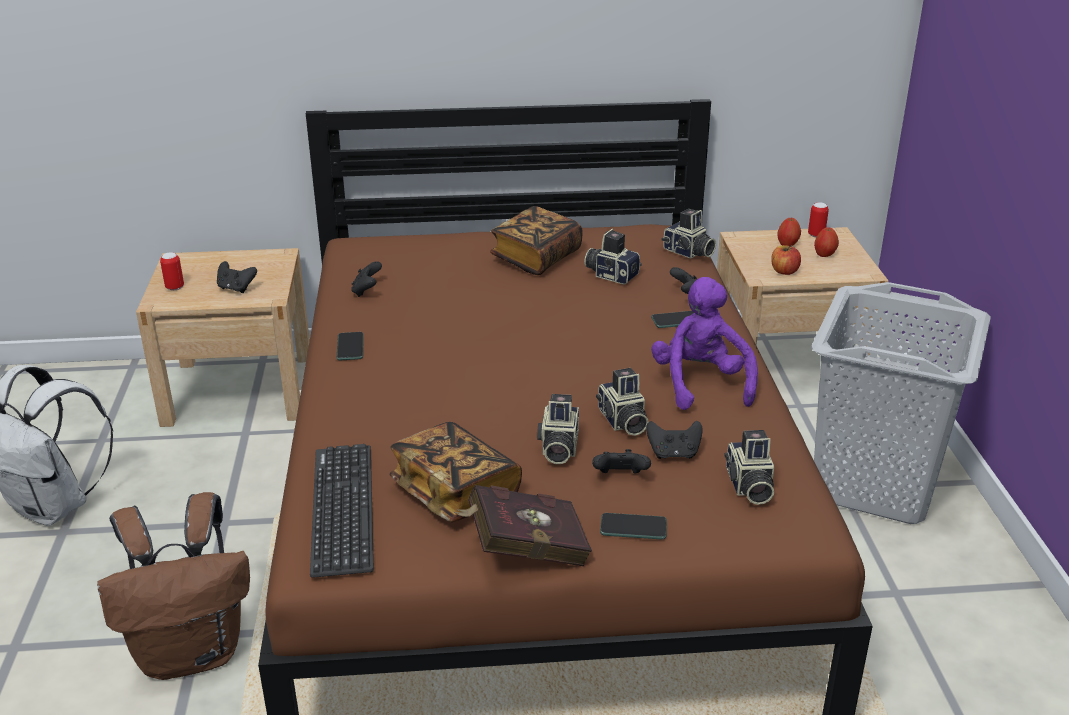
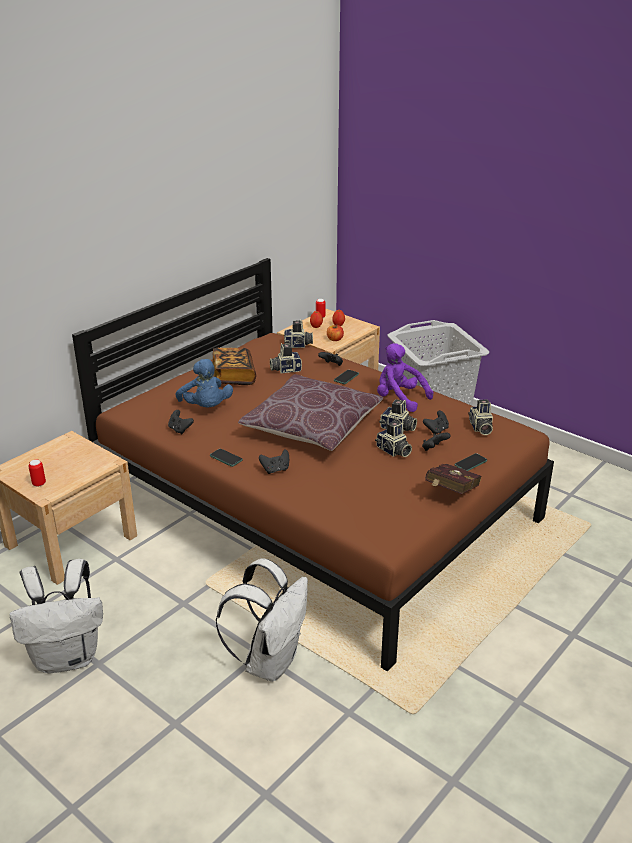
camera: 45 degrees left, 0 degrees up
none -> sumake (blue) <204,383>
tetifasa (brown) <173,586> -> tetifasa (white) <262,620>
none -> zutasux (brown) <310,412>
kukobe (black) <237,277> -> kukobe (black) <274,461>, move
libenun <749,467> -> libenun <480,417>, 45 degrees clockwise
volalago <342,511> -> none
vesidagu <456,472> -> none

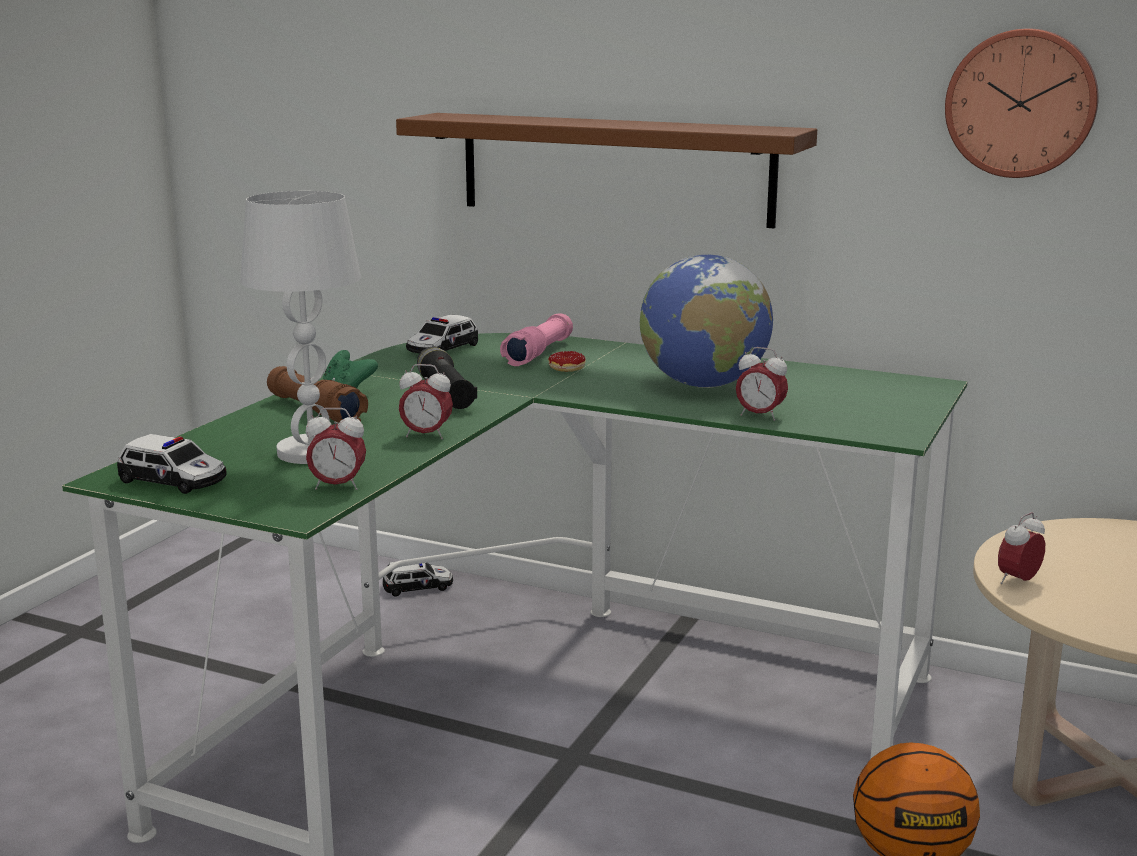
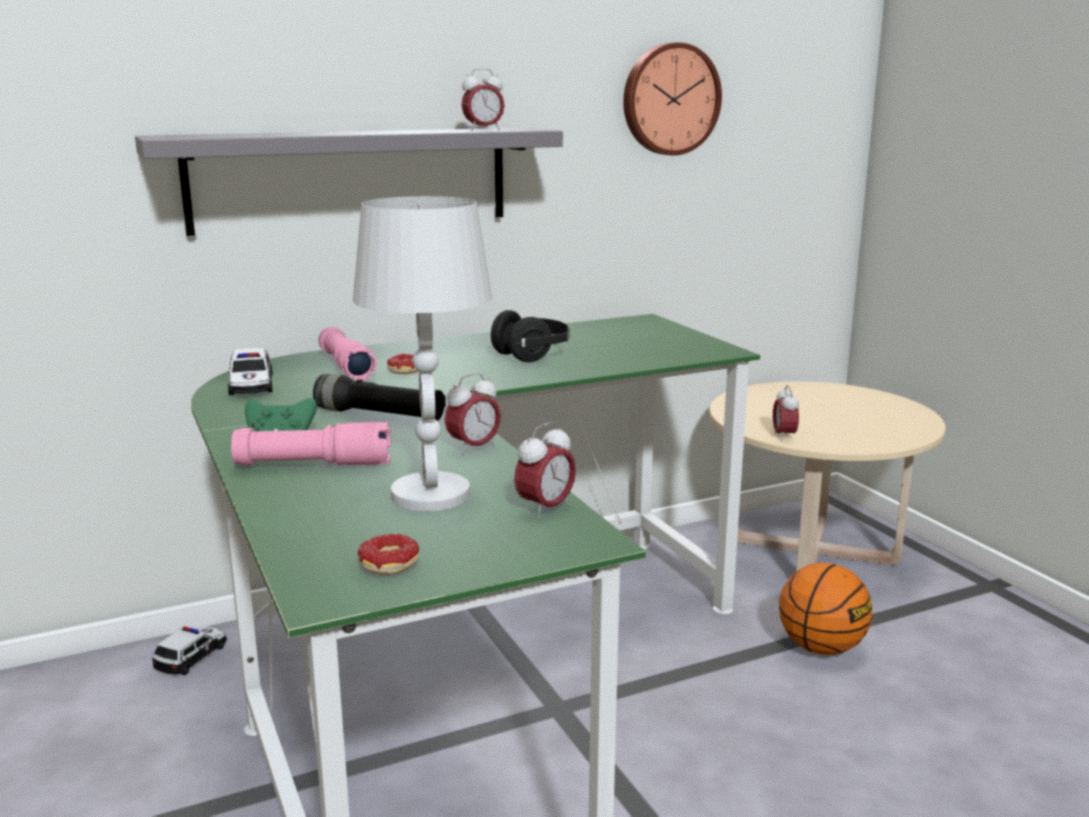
camera: 50 degrees left, 0 degrees up
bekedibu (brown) <606,171> -> bekedibu (grey) <349,182>
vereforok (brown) <317,394> -> vereforok (pink) <311,443>
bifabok <171,464> -> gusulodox <388,554>
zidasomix <762,384> -> zidasomix <483,100>, move
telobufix <706,321> -> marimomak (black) <530,336>

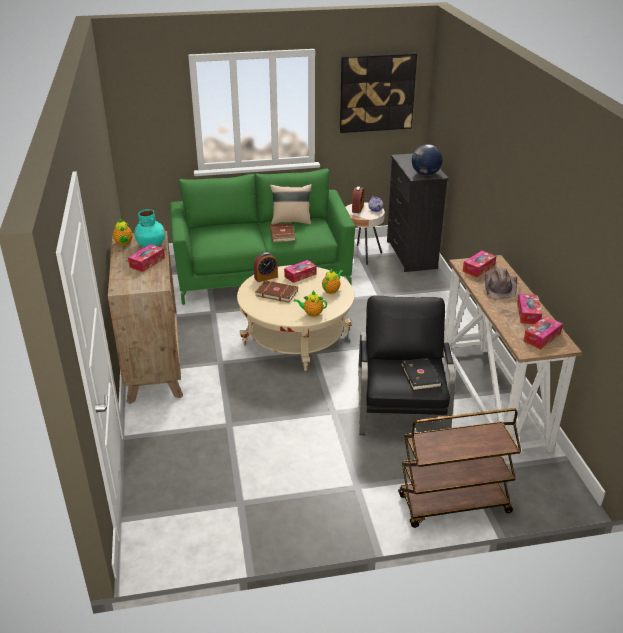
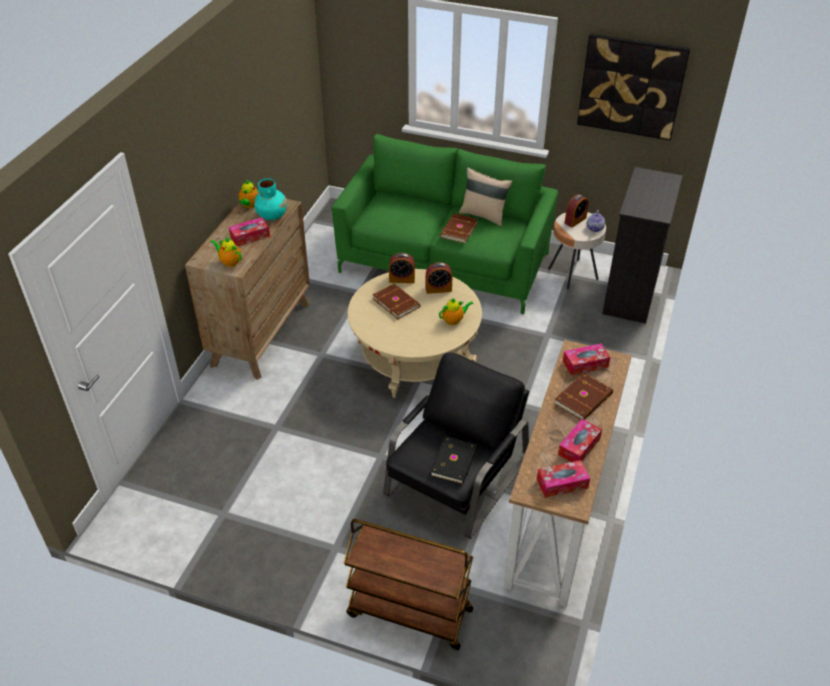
camera: 30 degrees right, 10 degrees up
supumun <310,304> -> supumun <226,252>, move
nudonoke <300,271> -> zidasomix <439,278>
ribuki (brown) <501,283> -> vesidagu (brown) <583,396>
telobufix <427,160> -> none

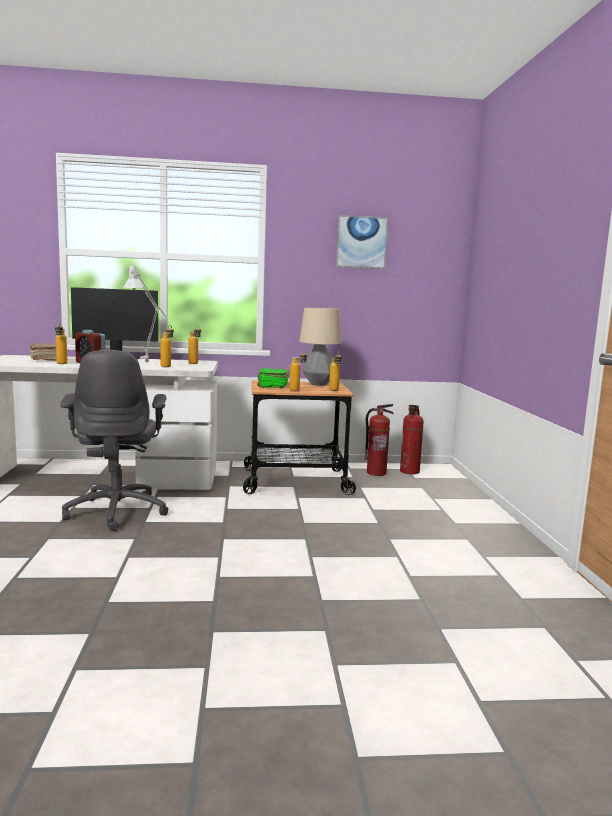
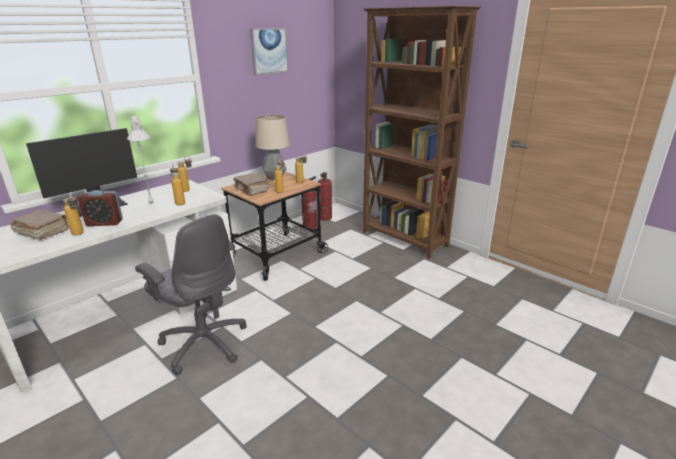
camera: 40 degrees left, 15 degrees up
vesidagu (green) <273,378> -> vesidagu (brown) <251,184>
none -> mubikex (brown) <422,132>

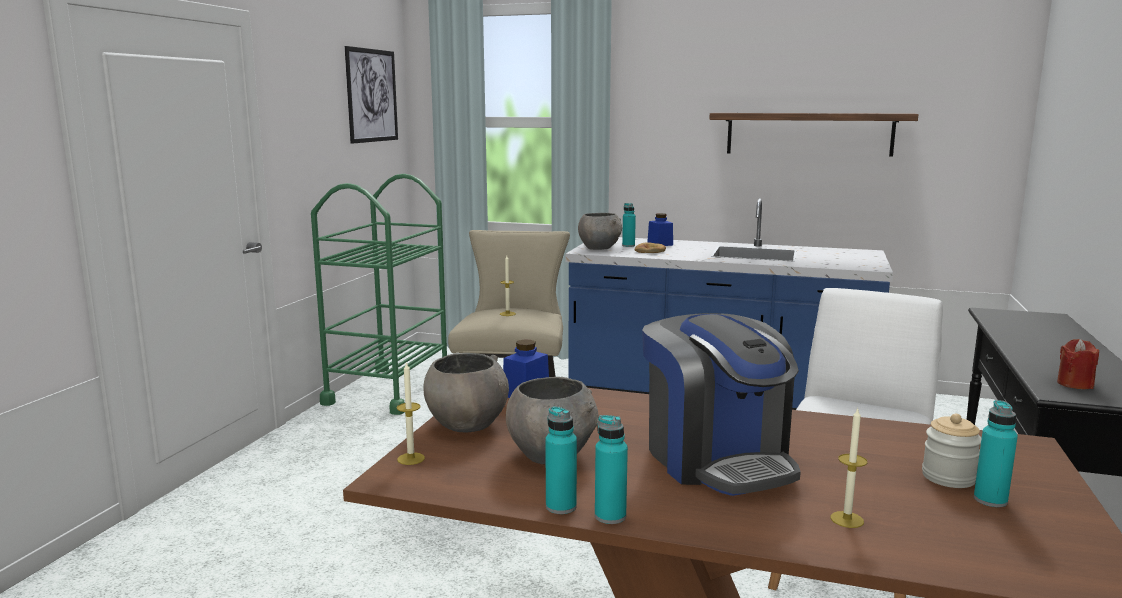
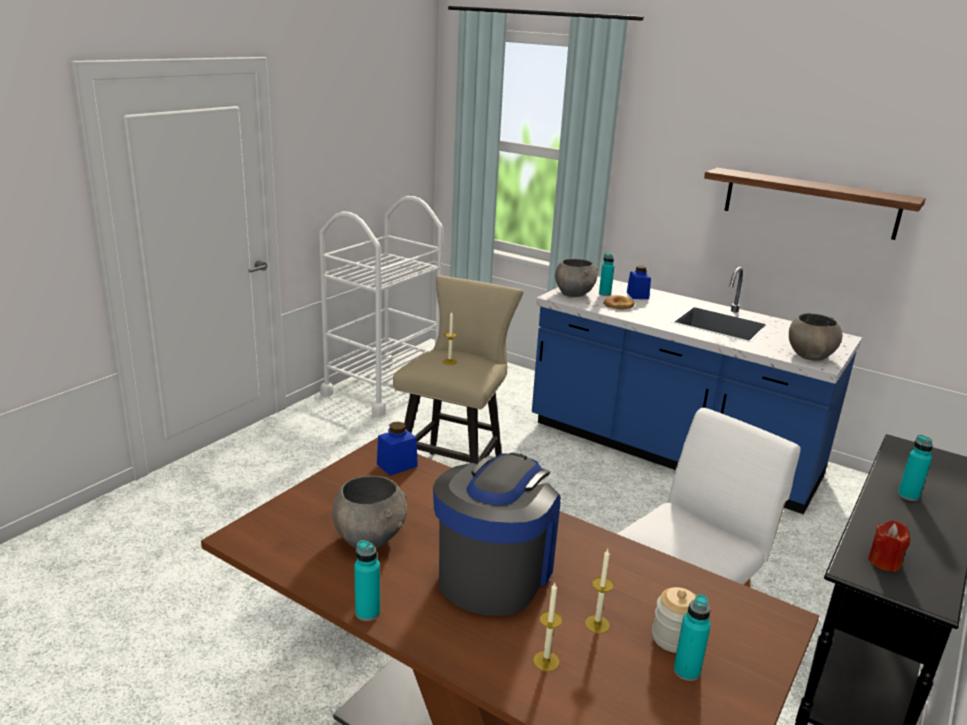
camera: 15 degrees right, 10 degrees up
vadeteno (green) <379,294> -> vadeteno (white) <381,306>
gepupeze <721,404> -> gepupeze <497,534>, 150 degrees counterclockwise
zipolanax <411,413> -> zipolanax <599,591>, move
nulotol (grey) <466,392> -> nulotol (grey) <815,337>, move
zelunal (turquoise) <561,460> -> zelunal (turquoise) <915,468>, move
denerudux <371,95> -> none

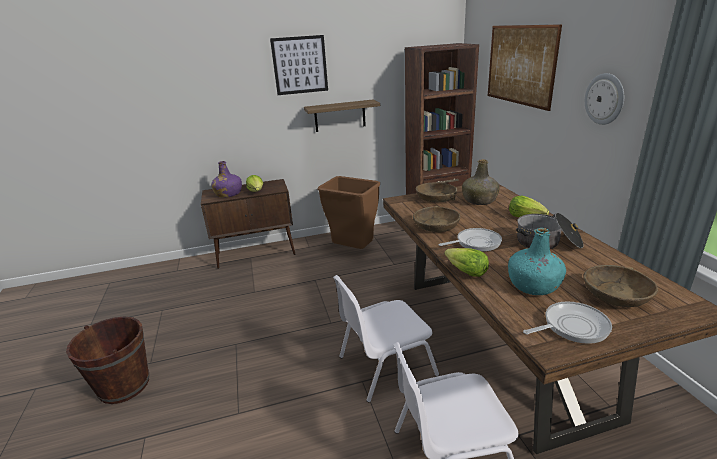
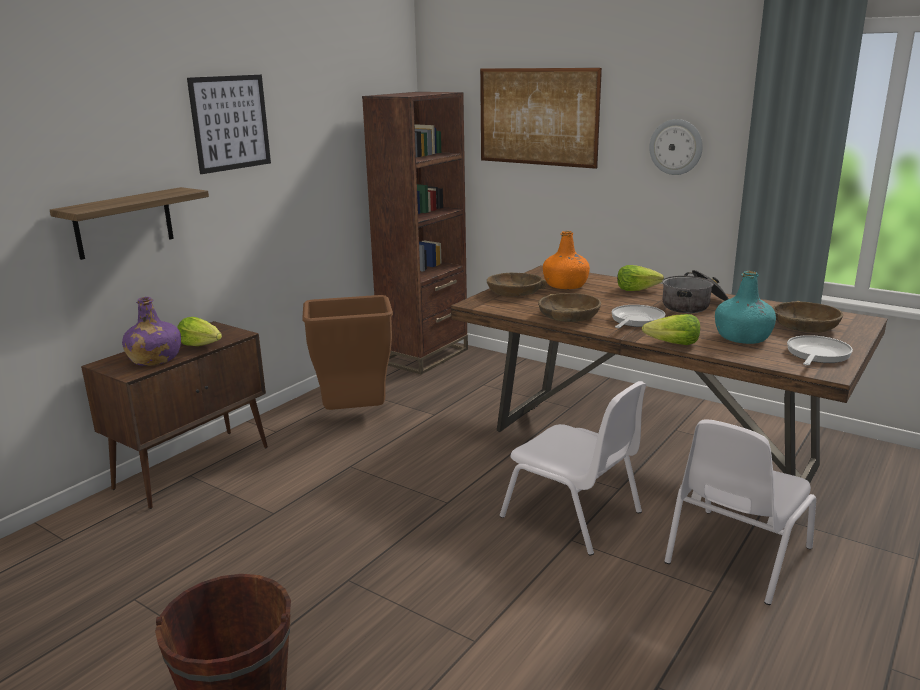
camera: 40 degrees left, 5 degrees down
bekedibu <342,116> -> bekedibu <129,223>, move
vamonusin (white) <386,338> -> vamonusin (white) <573,468>, 75 degrees counterclockwise
zelunal (green) <481,182> -> zelunal (orange) <566,260>

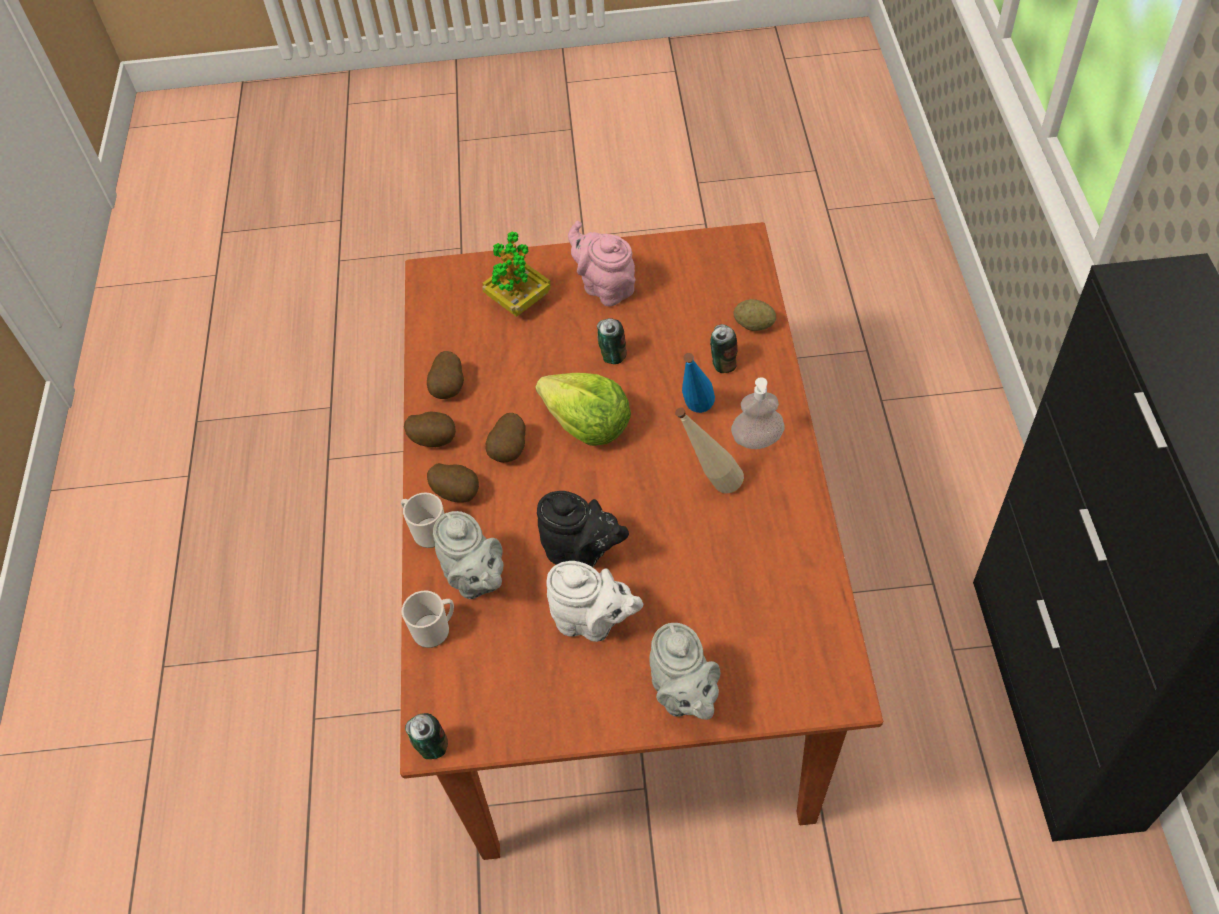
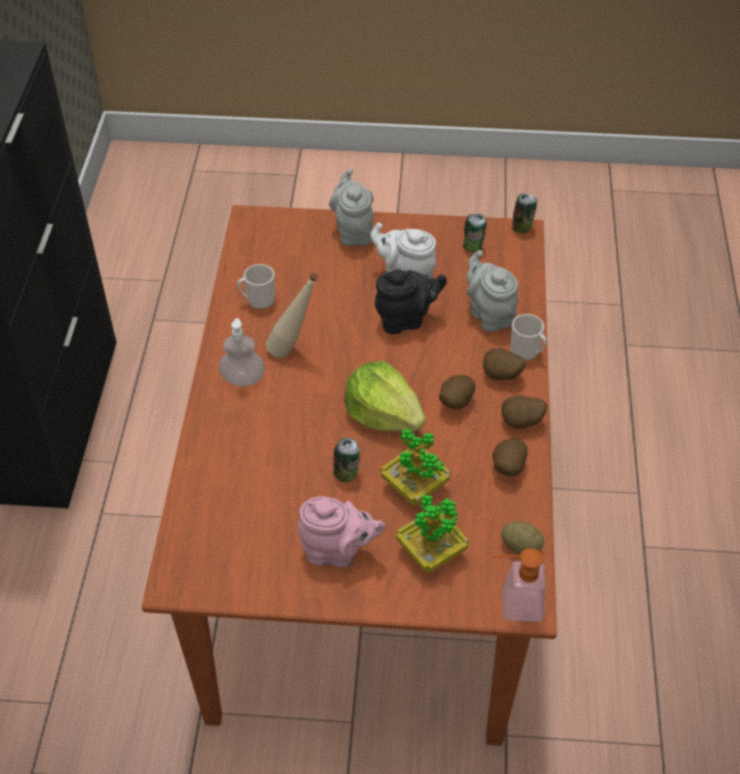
camera: 175 degrees left, 5 degrees down
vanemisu <427,619> -> vanemisu <256,286>, move
supumun (pink) <602,263> -> supumun (pink) <342,532>, 45 degrees counterclockwise
supumun (black) <583,529> -> supumun (black) <411,301>, 135 degrees clockwise
none -> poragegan <415,467>
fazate <723,348> -> fazate <475,233>, move
none -> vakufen <518,585>
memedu <755,315> -> memedu <522,537>, move
zelunal (blue) <698,383> -> none

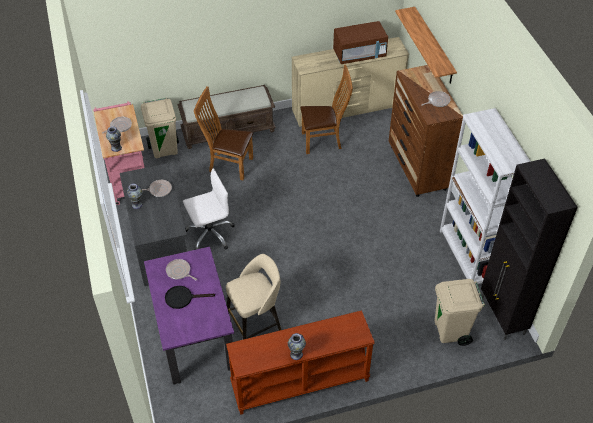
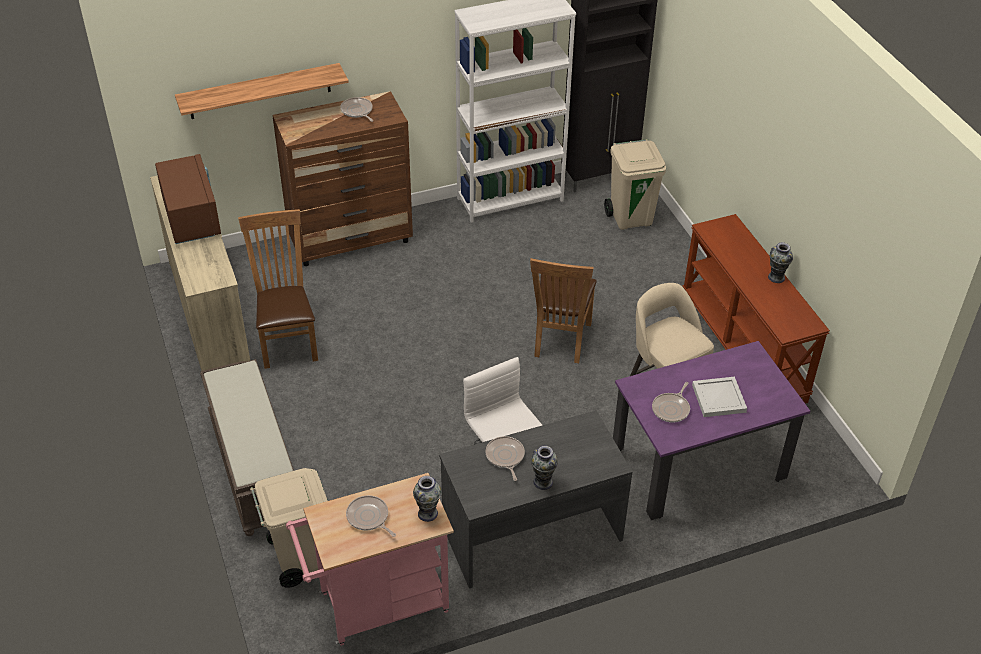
camera: 95 degrees left, 5 degrees down
vamonusin (brown) <223,133> -> vamonusin (brown) <563,310>, move
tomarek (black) <190,297> -> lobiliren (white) <719,397>

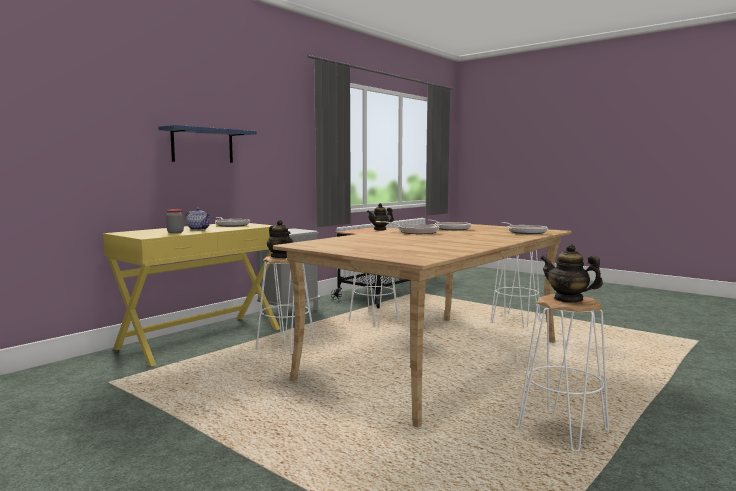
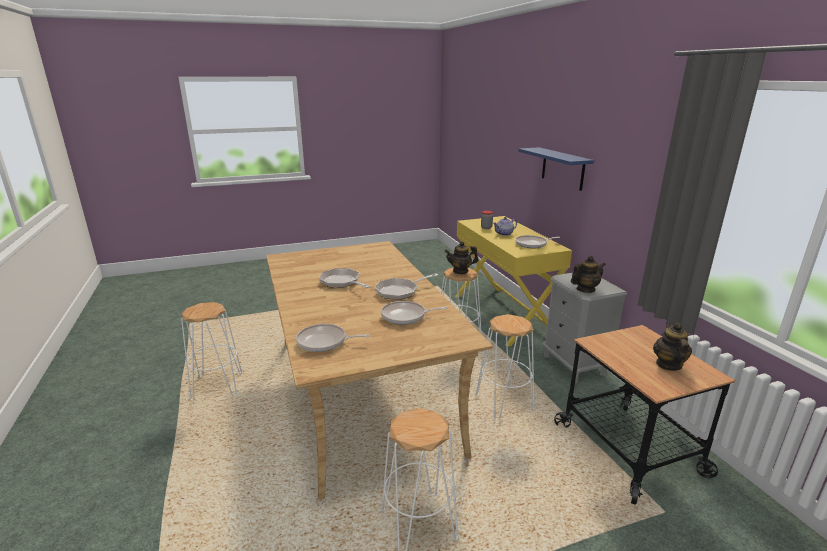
camera: 120 degrees right, 15 degrees up
none -> tomarek <344,278>
supumun <571,273> -> supumun <588,274>, move

